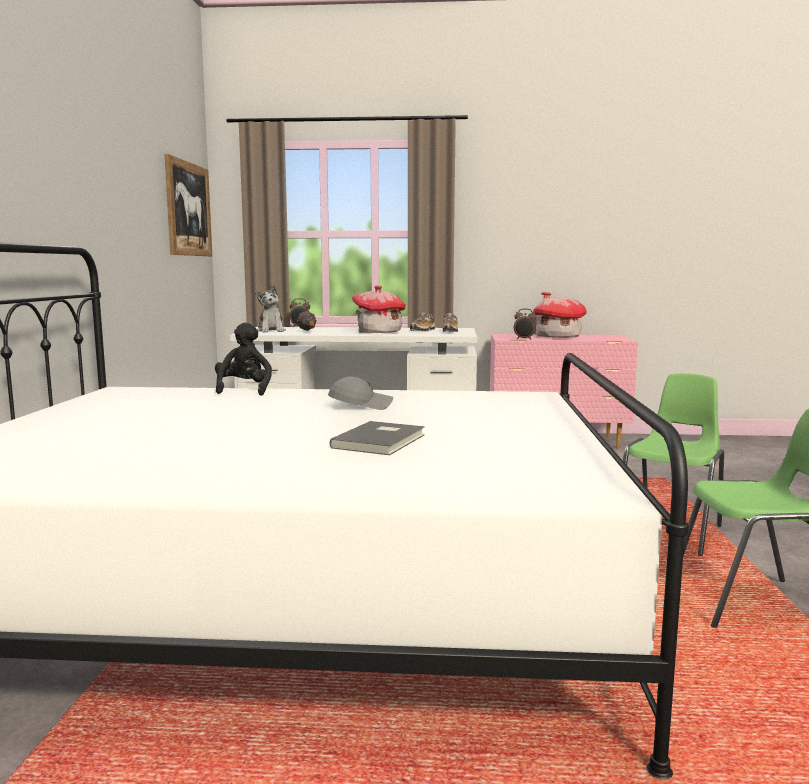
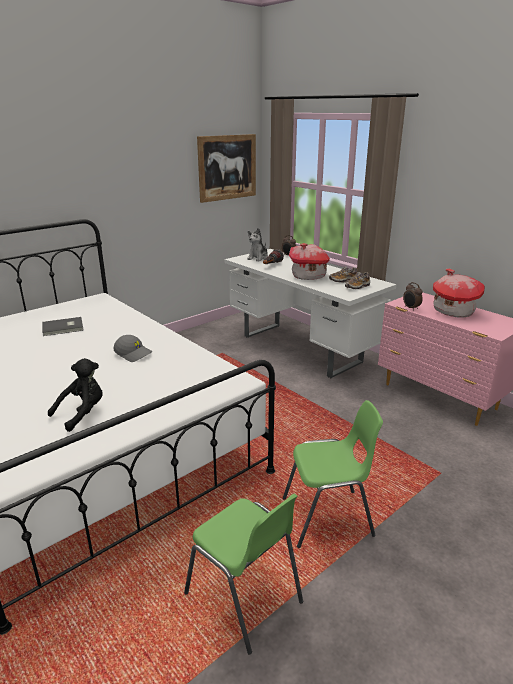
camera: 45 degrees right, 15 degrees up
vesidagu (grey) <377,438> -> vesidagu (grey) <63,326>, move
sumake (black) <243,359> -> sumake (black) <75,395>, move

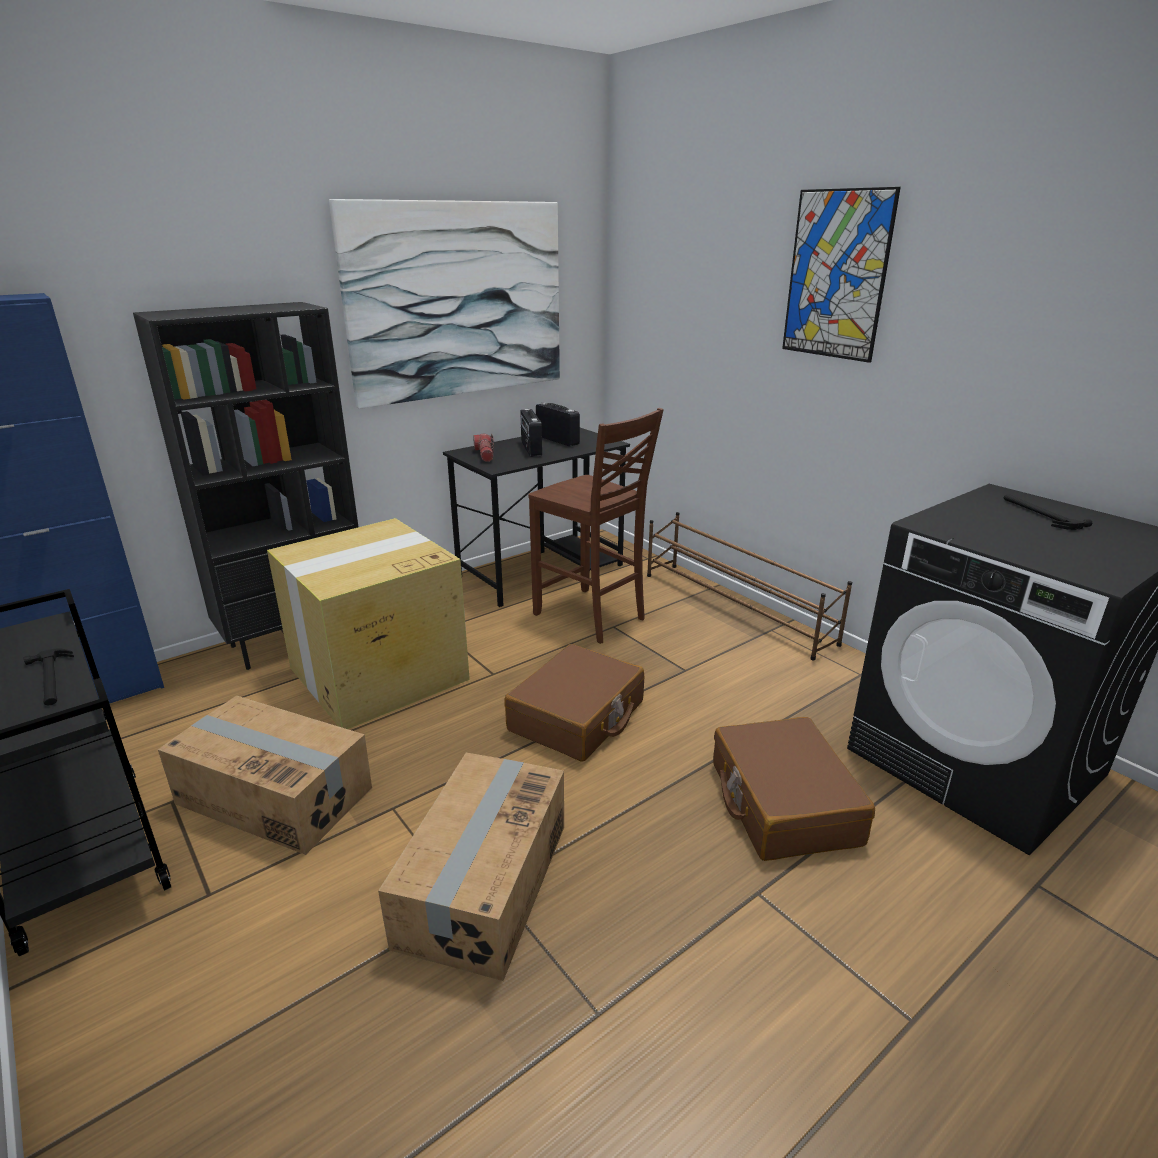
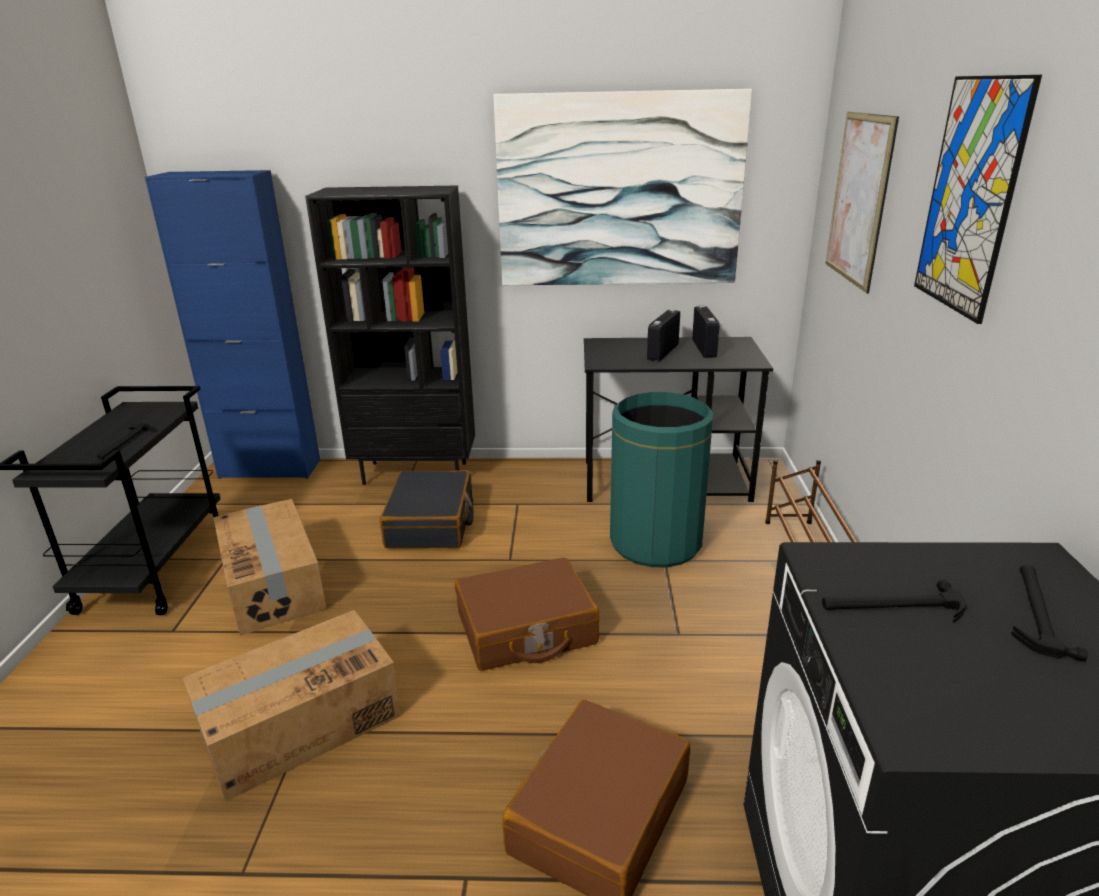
camera: 40 degrees right, 0 degrees up
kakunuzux <368,623> -> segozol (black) <427,509>
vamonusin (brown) <596,526> -> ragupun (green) <661,479>
none -> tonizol <894,601>
none -> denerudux <862,203>
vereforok <483,448> -> none

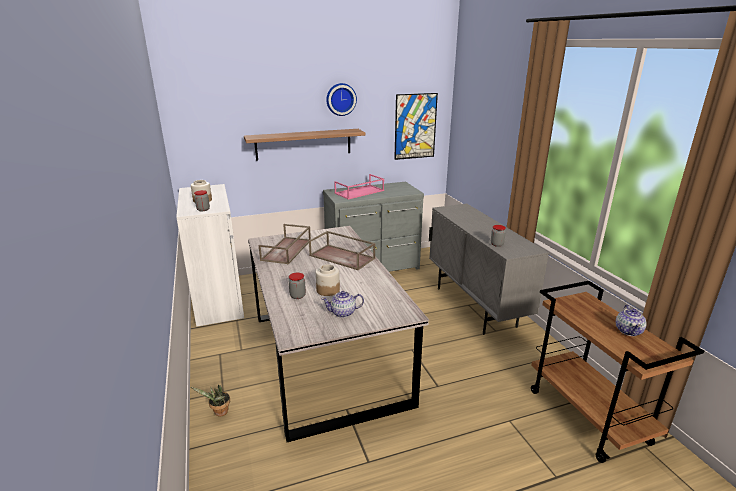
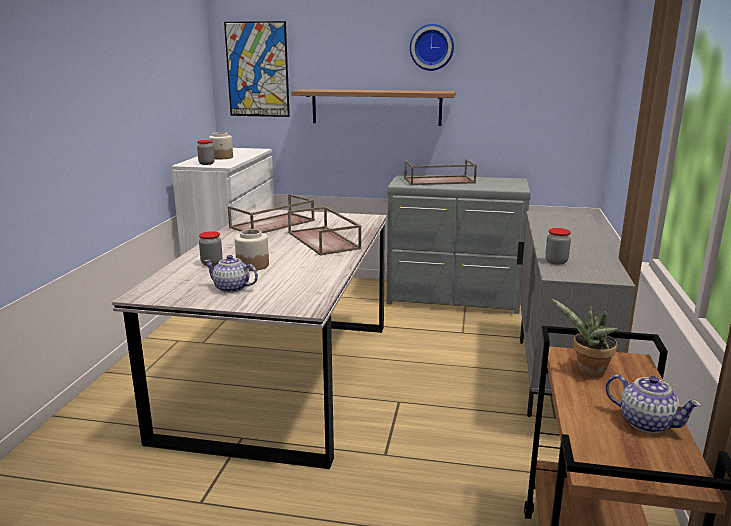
camera: 30 degrees right, 5 degrees down
denerudux <416,126> -> denerudux <257,69>, move
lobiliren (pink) <359,186> -> lobiliren (brown) <440,172>
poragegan <210,401> -> poragegan <585,337>, move
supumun <631,320> -> supumun <653,403>, 90 degrees counterclockwise

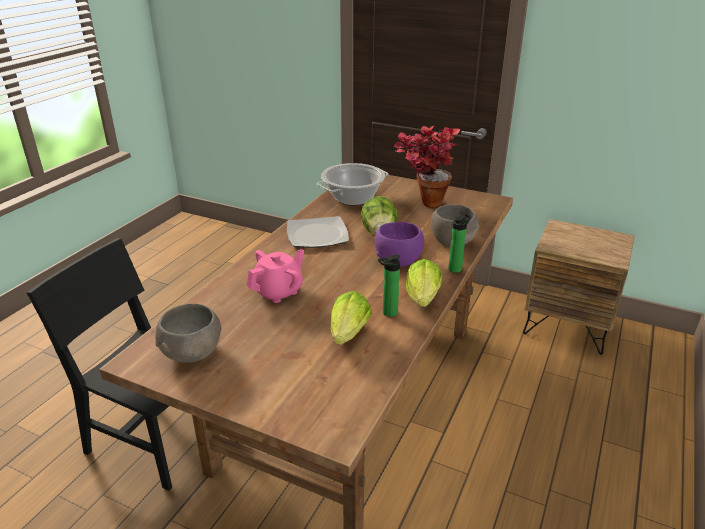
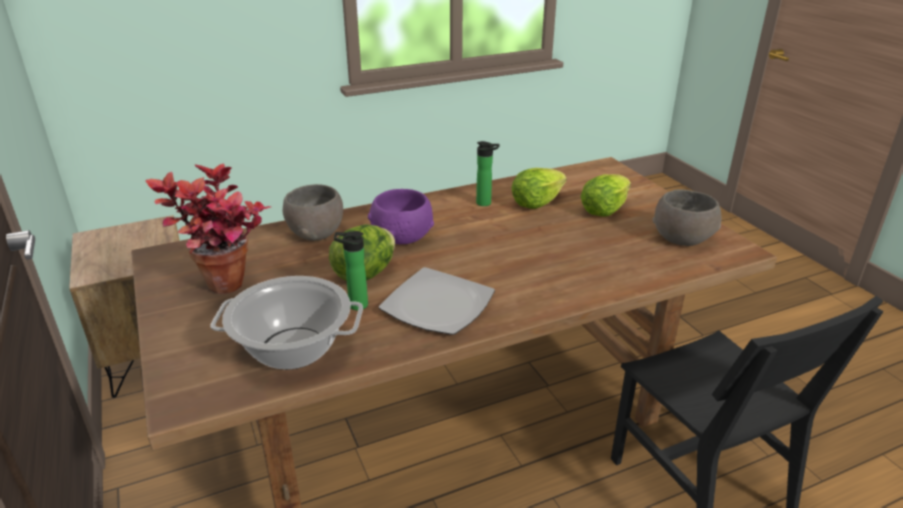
camera: 140 degrees left, 0 degrees up
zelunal <459,243> -> zelunal <351,270>, move
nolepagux <424,283> -> nolepagux <605,195>, move
supumun (pink) <275,276> -> none

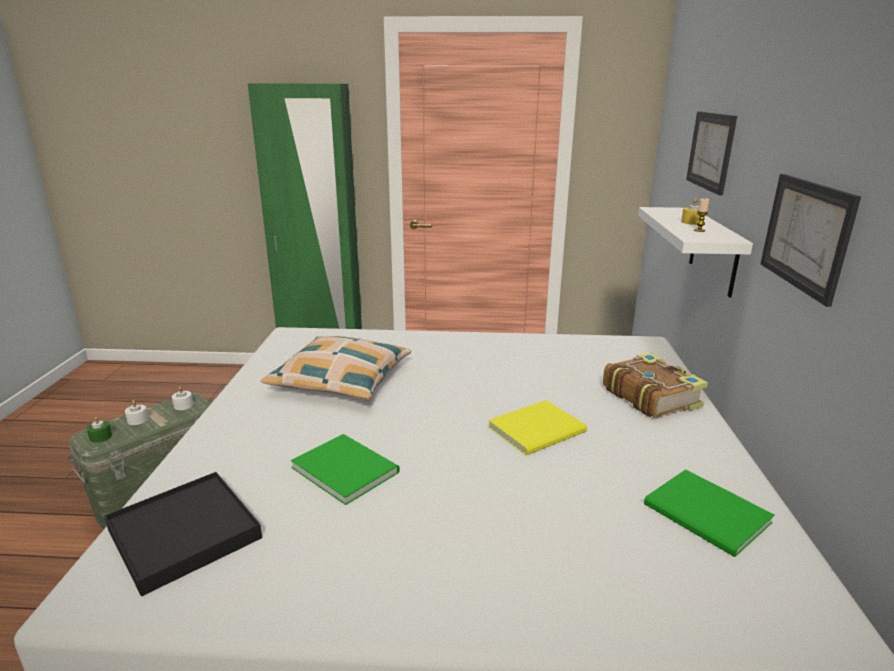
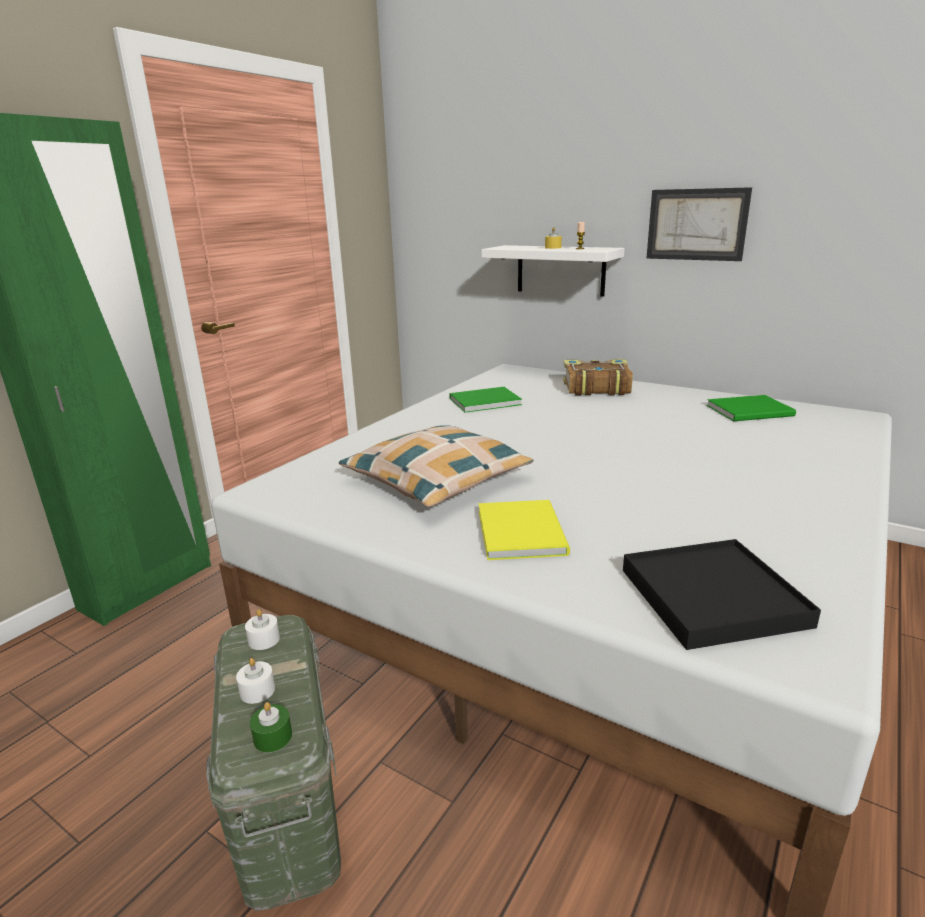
camera: 60 degrees left, 0 degrees up
vesidagu (green) <345,469> -> vesidagu (green) <485,400>, move
vesidagu (yellow) <537,427> -> vesidagu (yellow) <524,530>, move
denerudux <711,153> -> none

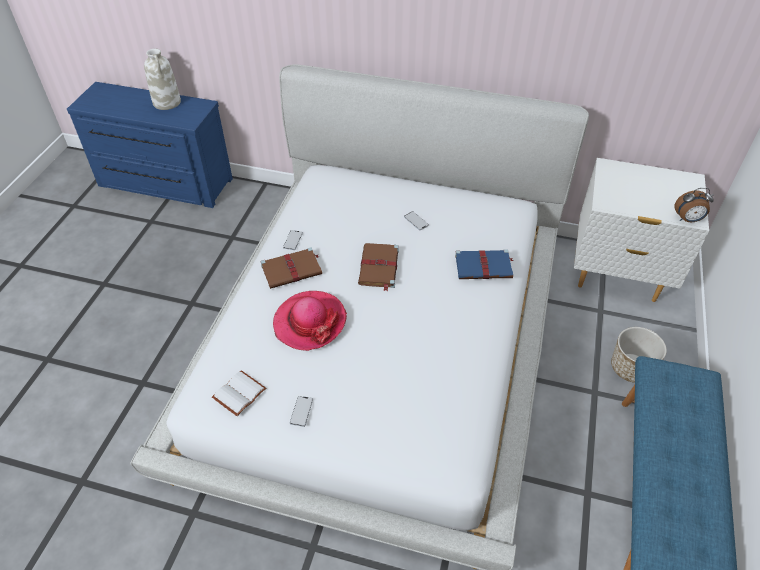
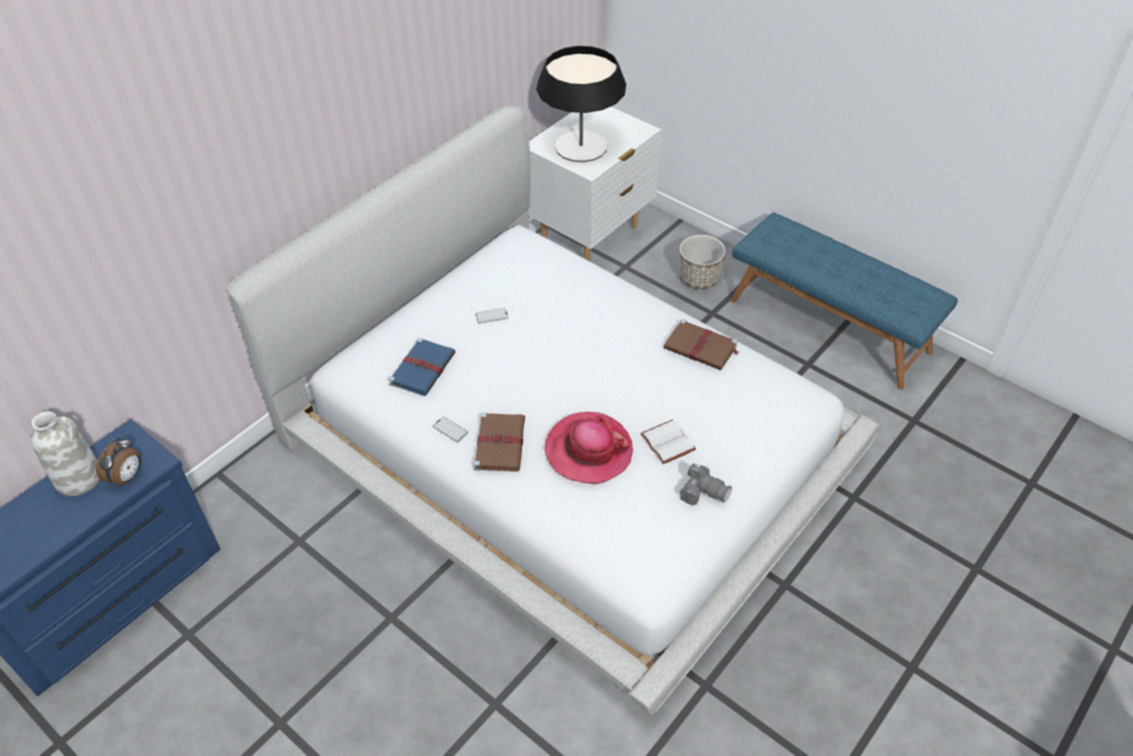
camera: 65 degrees left, 0 degrees up
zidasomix <694,205> -> zidasomix <119,462>, move
vesidagu (blue) <484,264> -> vesidagu (blue) <422,367>, move
none -> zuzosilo <581,104>
vesidagu (white) <239,393> -> vesidagu (white) <668,441>, move
vesidagu (brown) <378,267> -> vesidagu (brown) <701,344>, move
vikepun <301,411> -> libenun <706,484>

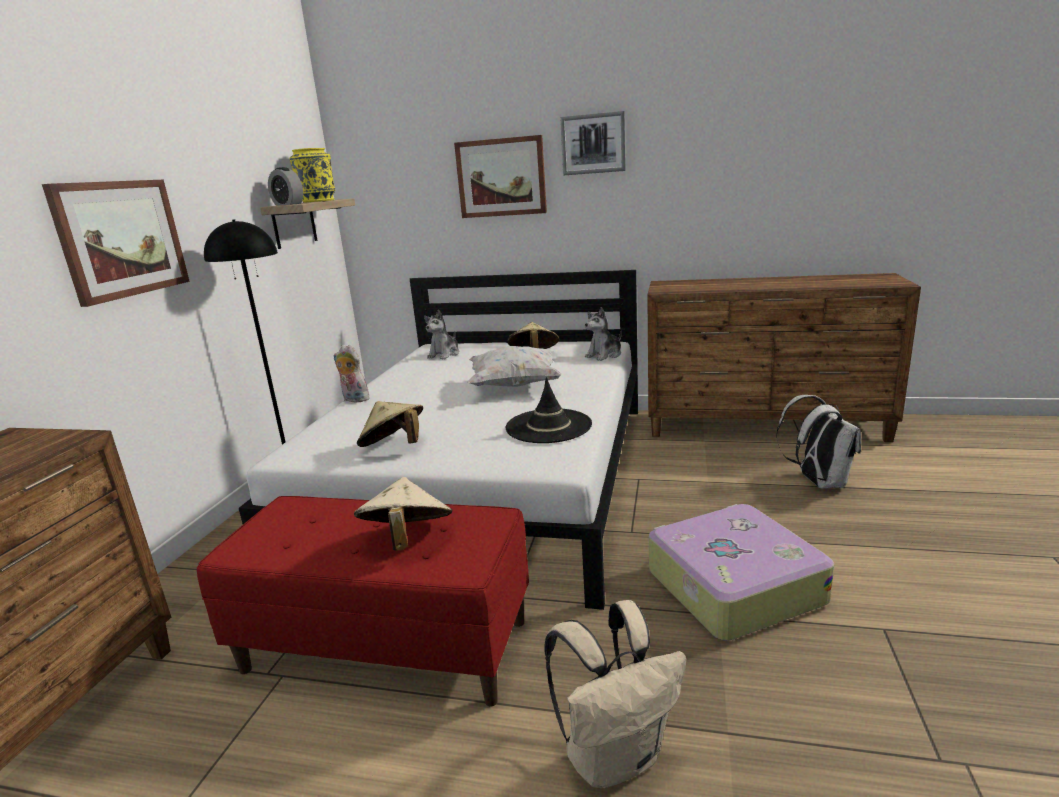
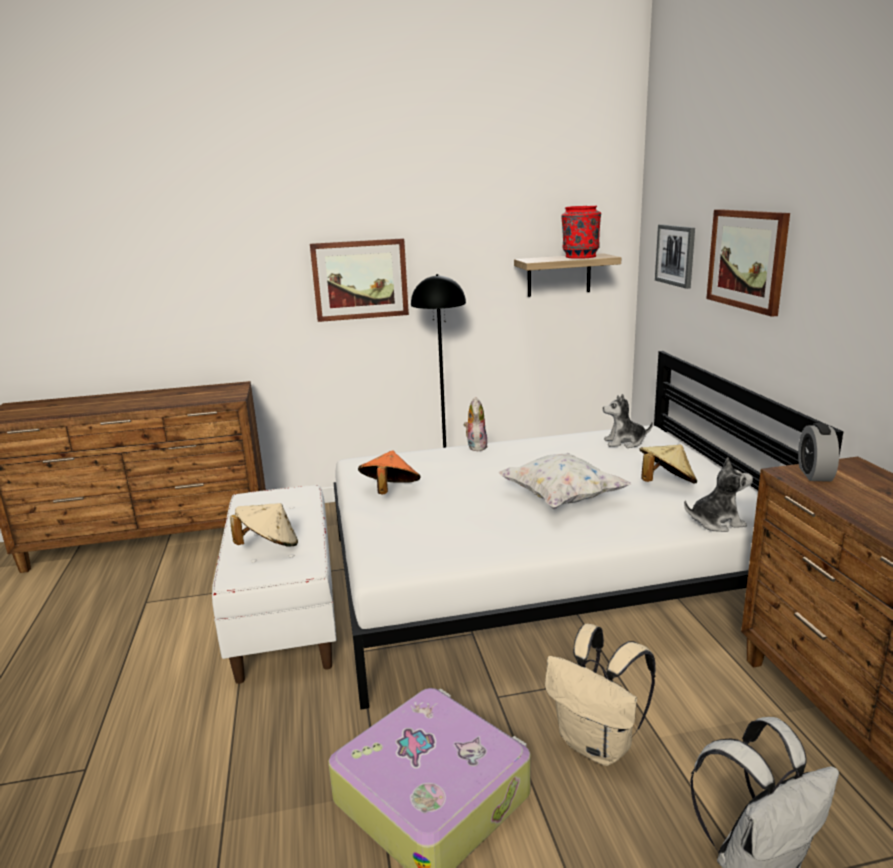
camera: 65 degrees right, 0 degrees up
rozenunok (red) <363,601> -> rozenunok (white) <274,584>
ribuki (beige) <390,424> -> ribuki (orange) <389,472>
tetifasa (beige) <615,694> -> tetifasa (beige) <600,695>, move
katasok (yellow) <312,175> -> katasok (red) <581,232>
denerudux <593,143> -> denerudux <675,256>, move
sumake <603,334> -> sumake <718,495>, 150 degrees clockwise
zidasomix <285,186> -> zidasomix <818,452>, move
ribuki (black) <549,410> -> none

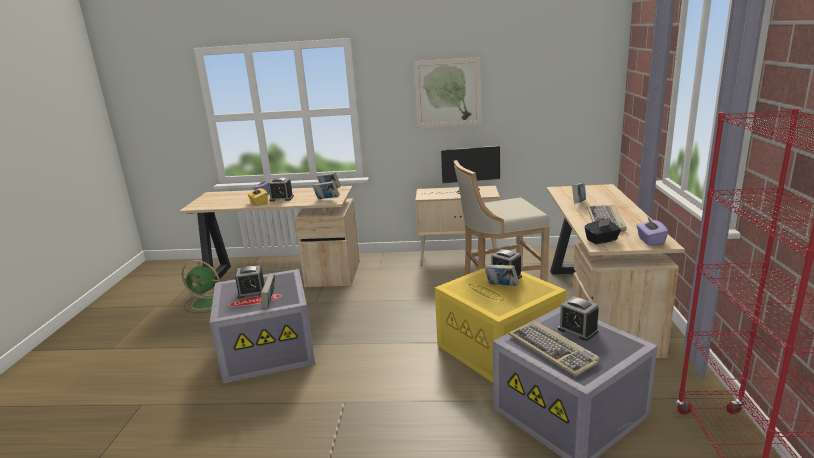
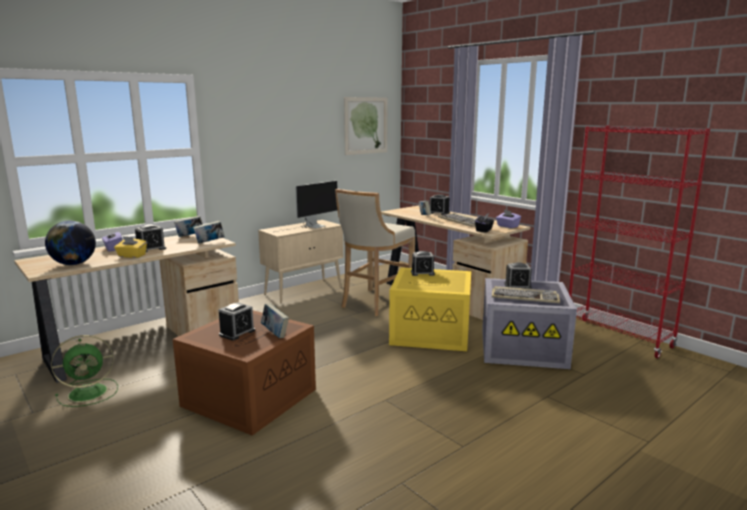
camera: 45 degrees left, 5 degrees down
none -> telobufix <70,243>
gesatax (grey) <262,326> -> gesatax (brown) <244,373>
denerudux <448,92> -> denerudux <366,126>, move
none -> zidasomix <440,204>
vesidagu <501,275> -> none

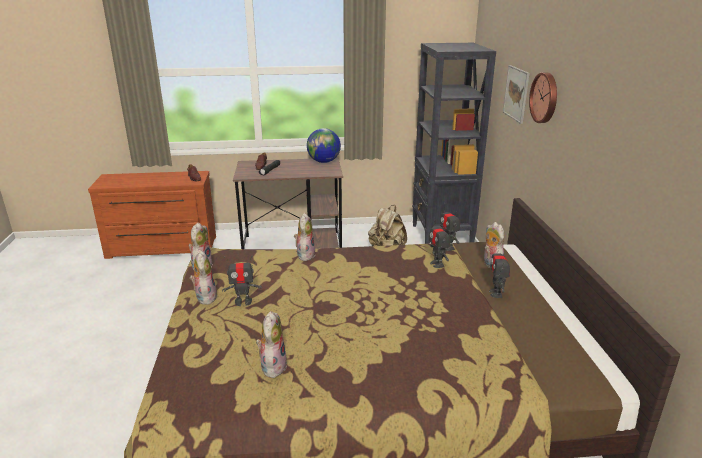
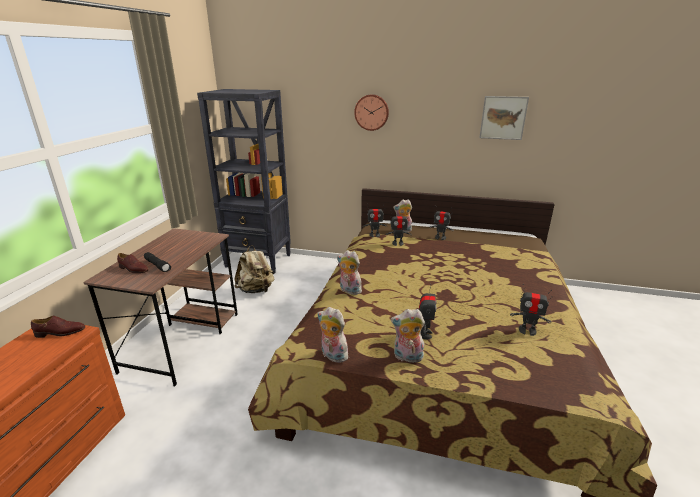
camera: 70 degrees left, 0 degrees up
denerudux <516,94> -> denerudux <504,118>, move
sumake <271,344> -> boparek <531,310>
telobufix <324,145> -> none

